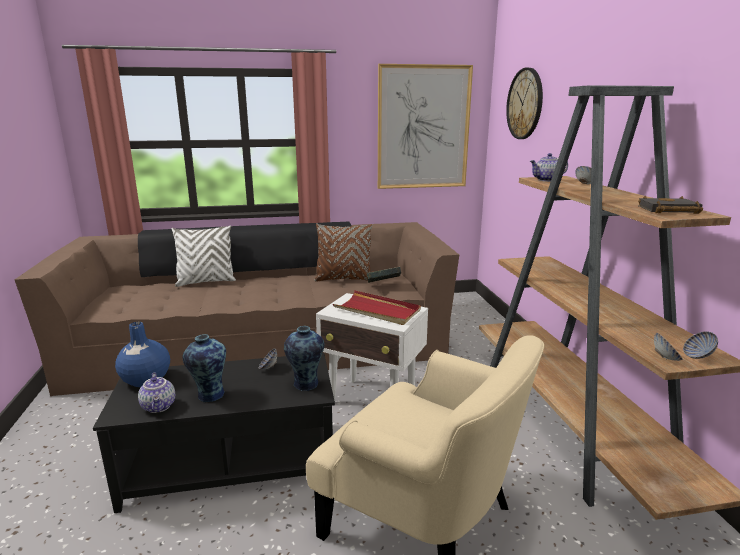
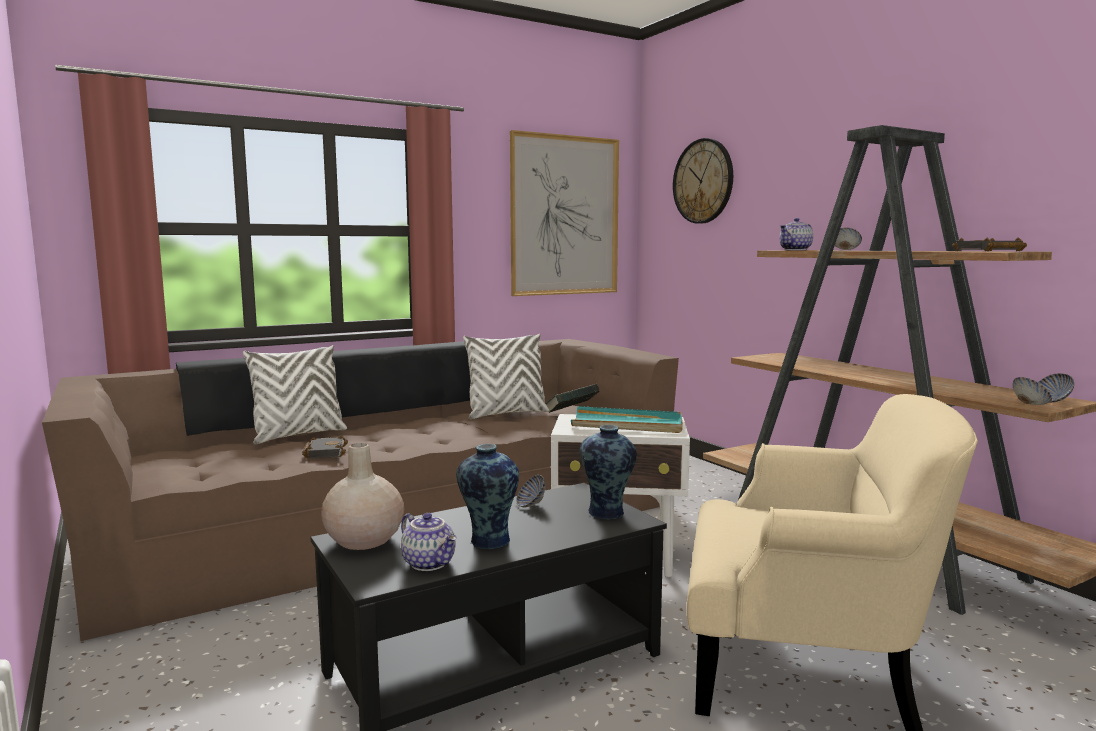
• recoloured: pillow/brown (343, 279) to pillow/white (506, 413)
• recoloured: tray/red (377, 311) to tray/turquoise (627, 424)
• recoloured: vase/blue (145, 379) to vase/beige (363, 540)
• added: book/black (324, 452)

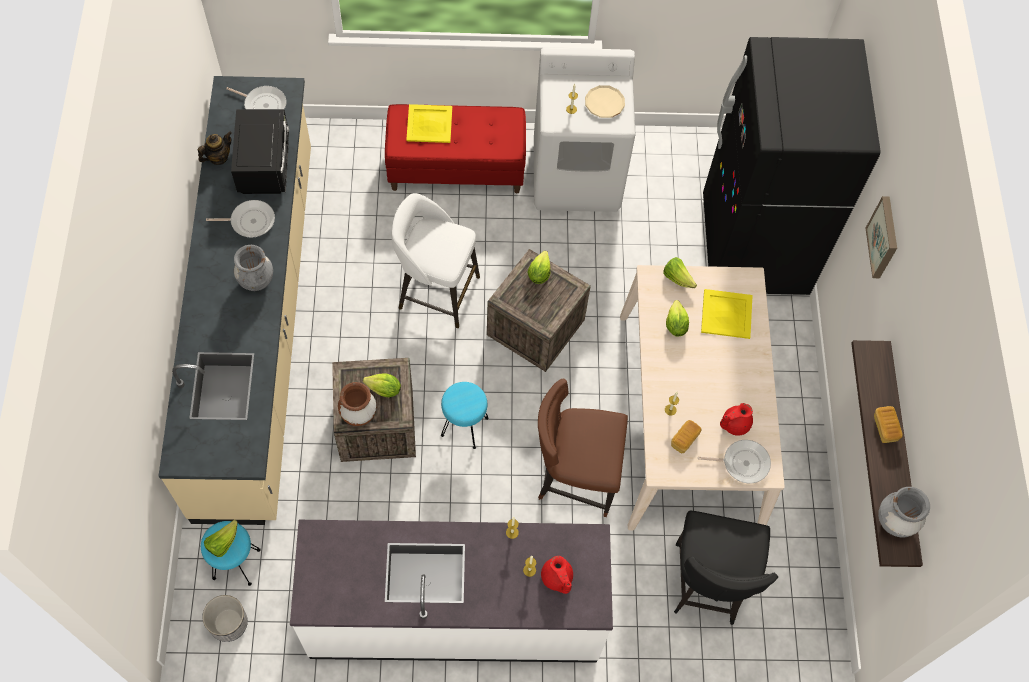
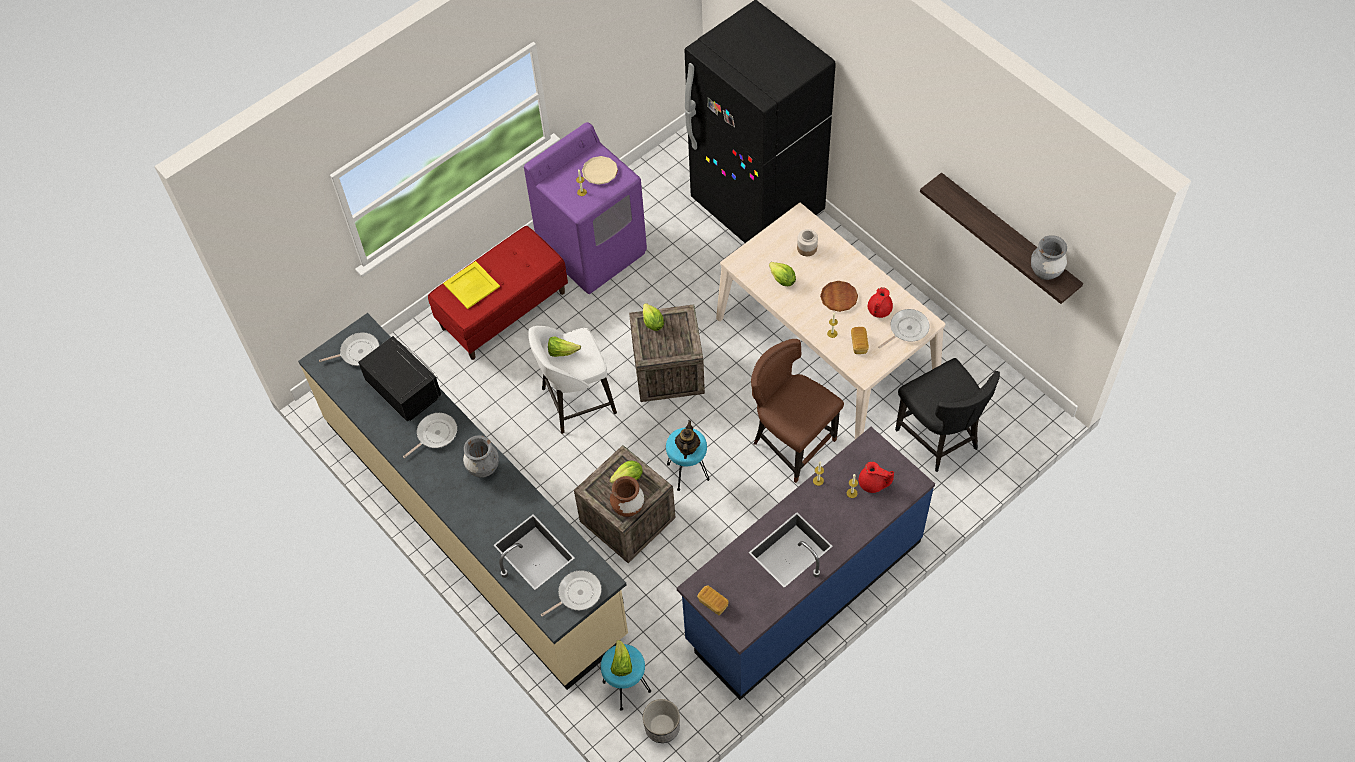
• recoloured: washing machine/white (577, 175) to washing machine/purple (593, 250)
• moved: teapot (218, 157) to (687, 448)
• removed: picture (884, 237)
• moved: lettuce (677, 278) to (562, 352)
• replaced: tray/yellow (727, 314) to jar (807, 248)
• turned: chair/brown (575, 477) = (791, 443) 75 degrees clockwise
• moved: bread (885, 428) to (713, 603)
• recoloured: counter/white (455, 613) to counter/blue (803, 590)
• added: plate/brown (839, 298)
• added: frying pan (577, 594)

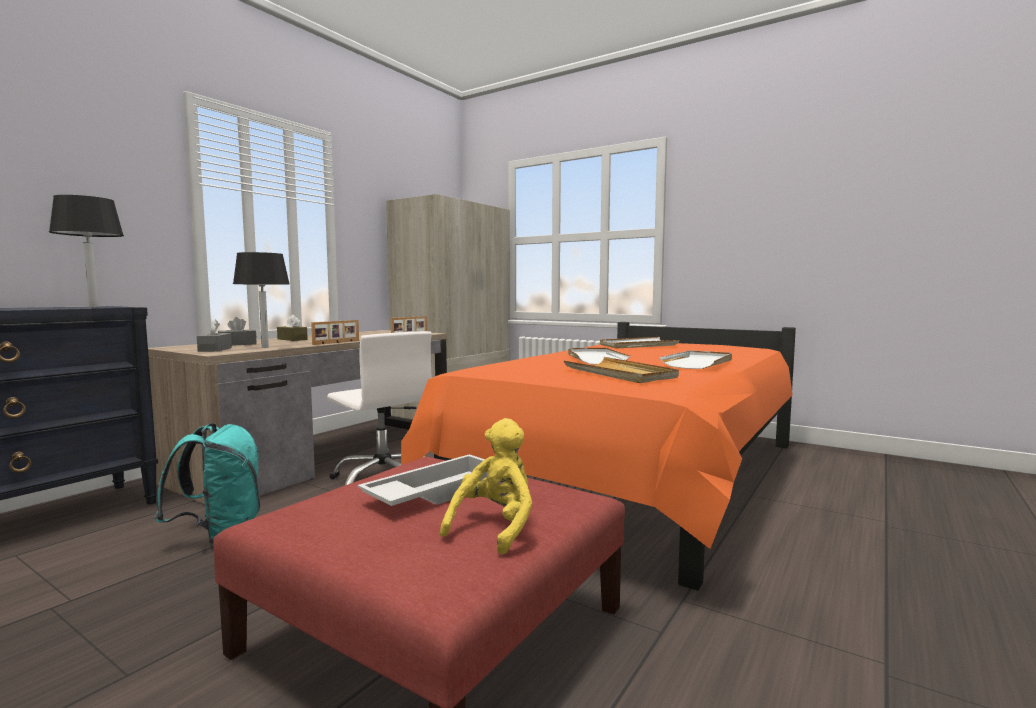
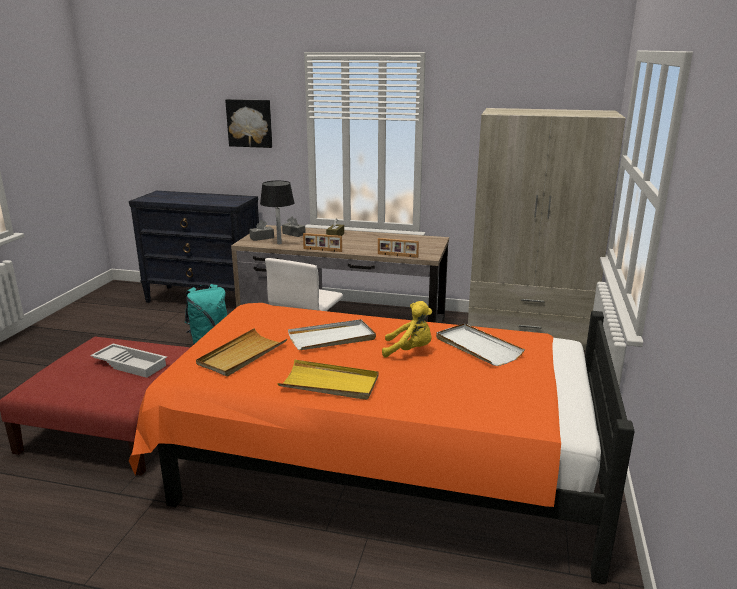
• removed: table lamp/black (93, 307)
• recoloured: tray/white (699, 363) to tray/yellow (330, 383)
• moved: plush toy/yellow (495, 527) to (409, 350)
• added: picture (250, 123)

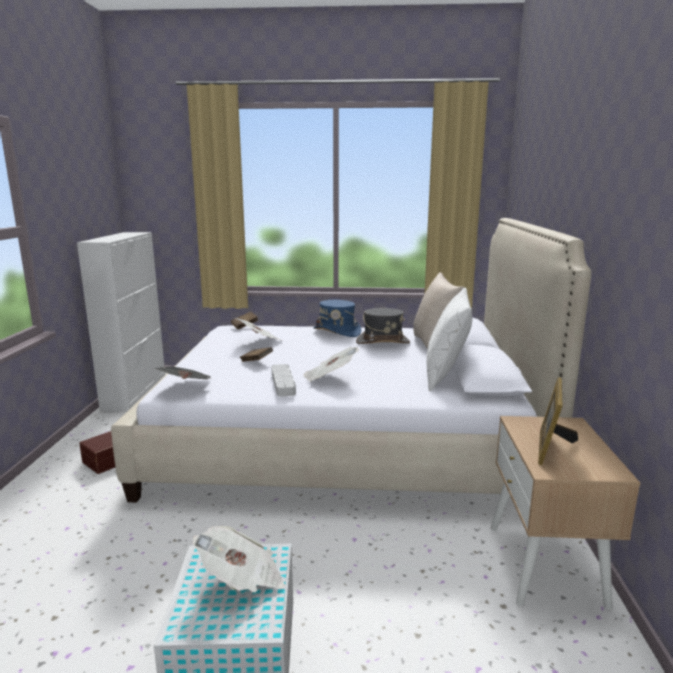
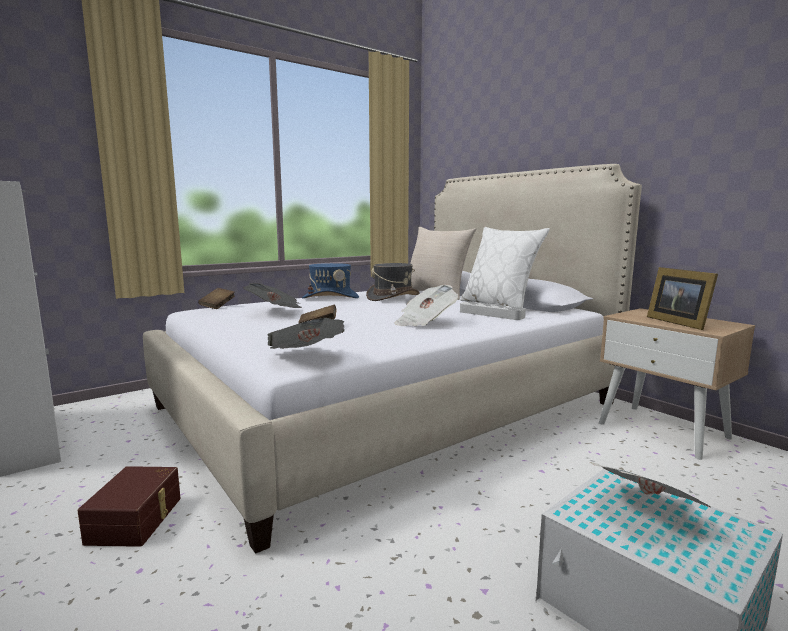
• moved: tray/grey (283, 383) to (491, 314)

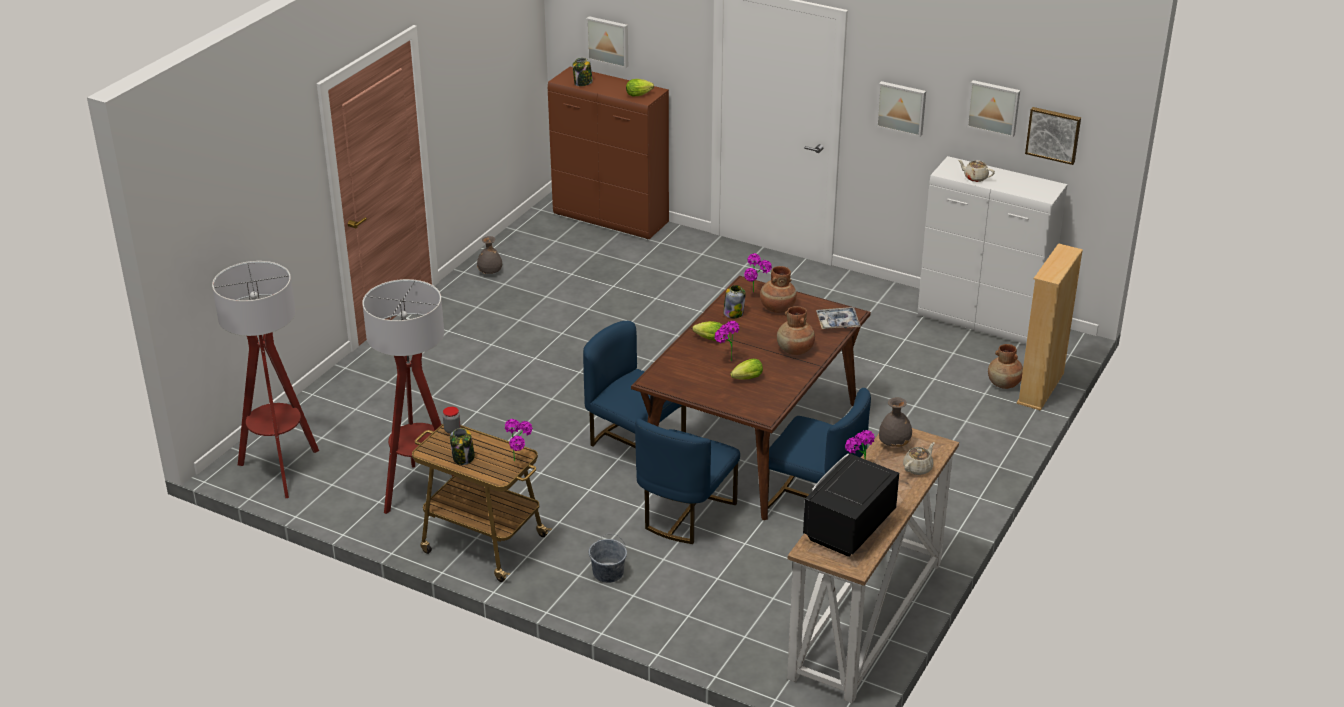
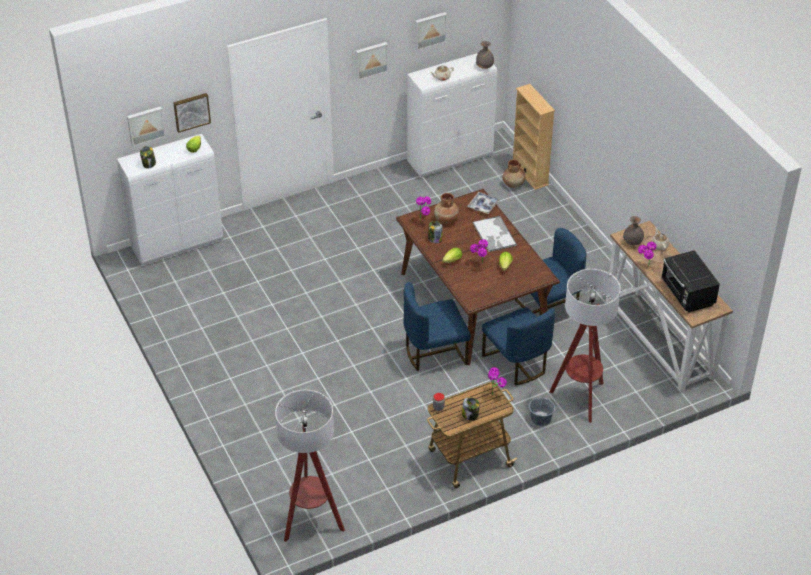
• recoloured: cabinet/brown (611, 220) to cabinet/white (178, 244)
• moved: picture (1053, 134) to (191, 111)
• moved: vase/grey (490, 273) to (484, 67)
• moved: floor lamp (421, 491) to (580, 398)
• replaced: vase/brown (795, 350) to tray (494, 235)

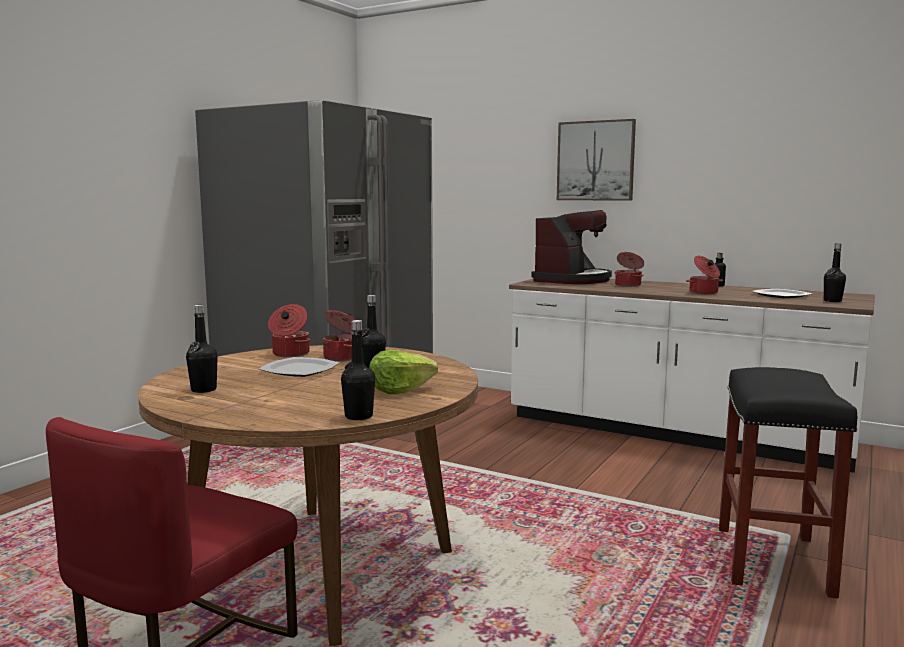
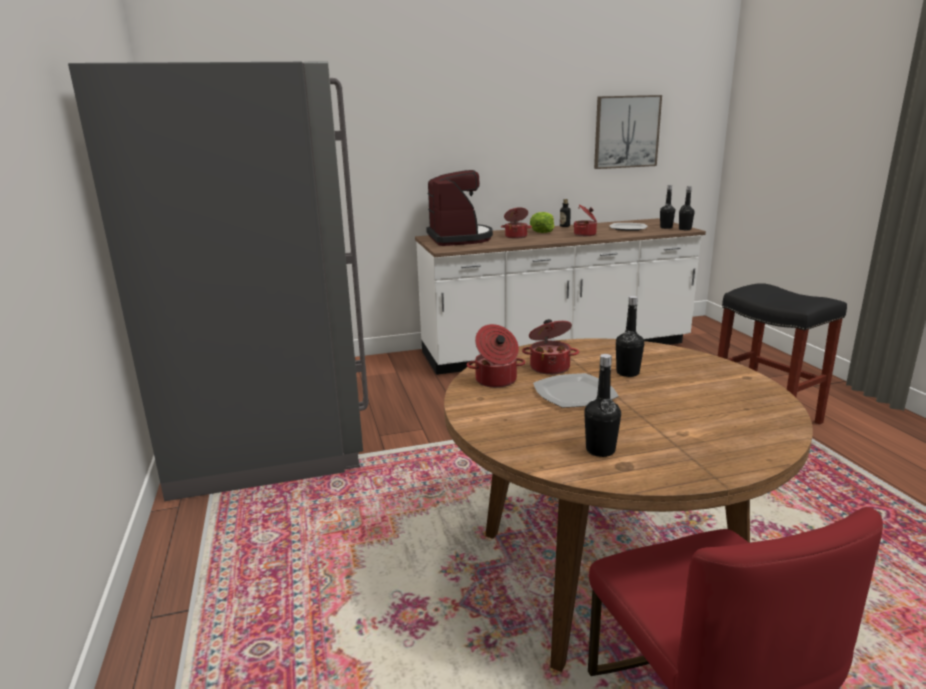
• moved: picture (595, 161) to (626, 132)
• moved: bottle/black (359, 416) to (685, 229)
• moved: lettuce (400, 390) to (542, 231)

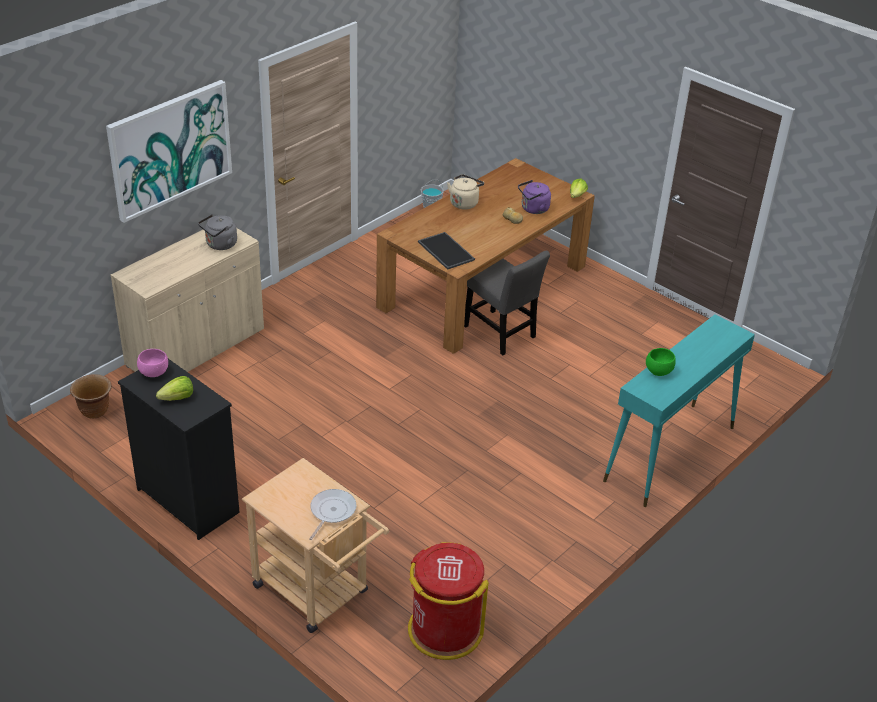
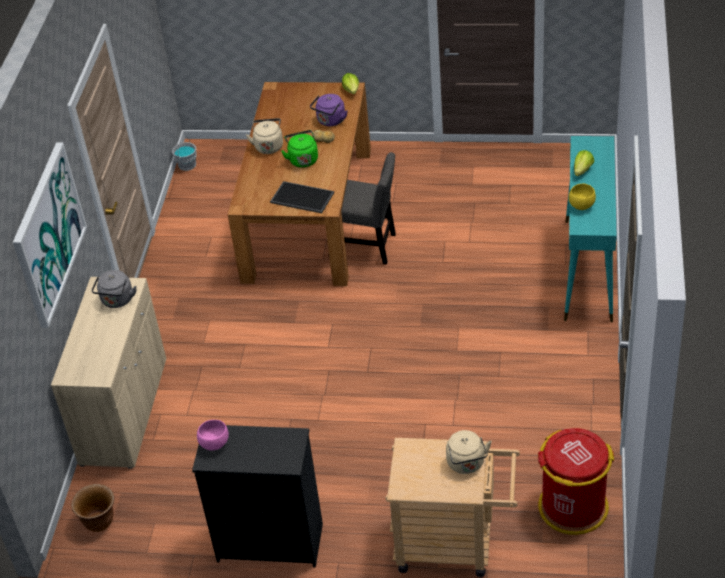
• recoloured: bowl/green (658, 371) to bowl/yellow (581, 206)
• moved: lettuce (178, 398) to (582, 170)
• replaced: frying pan (331, 511) to kettle/beige (467, 464)
• added: kettle/green (302, 159)

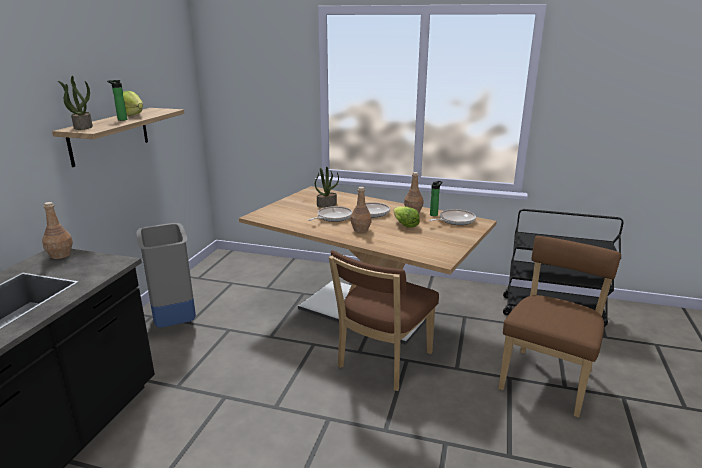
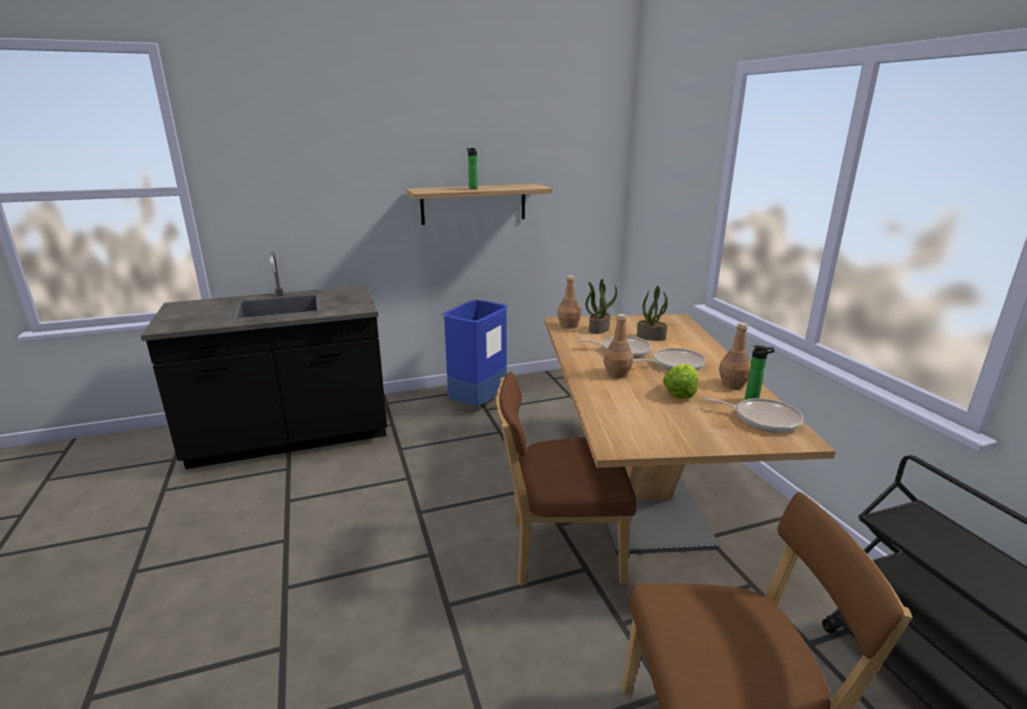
• moved: potted plant (82, 127) to (598, 329)
• removed: lettuce (132, 115)
• moved: bottle/brown (61, 255) to (568, 325)
• recoloured: trash can/grey (175, 322) to trash can/blue (478, 403)

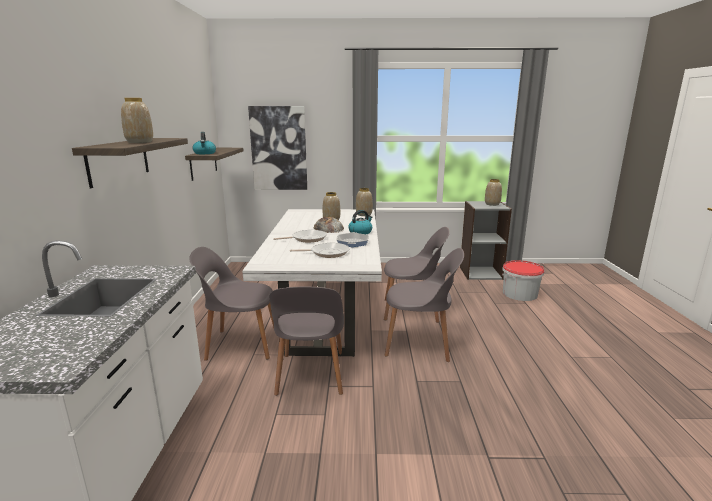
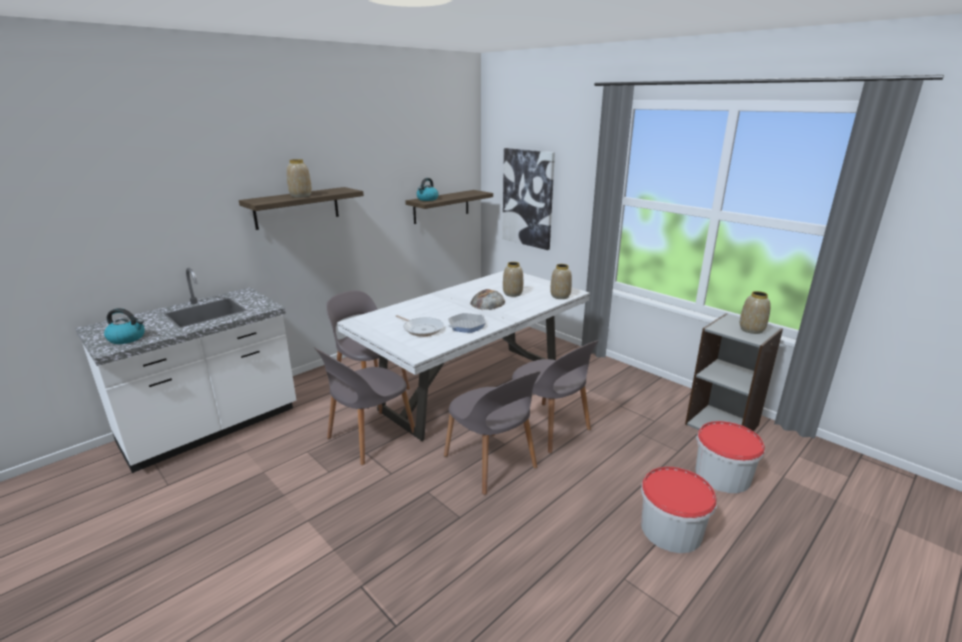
• moved: kettle (360, 232) to (127, 338)
• removed: frying pan (307, 239)
• added: bucket (671, 530)

